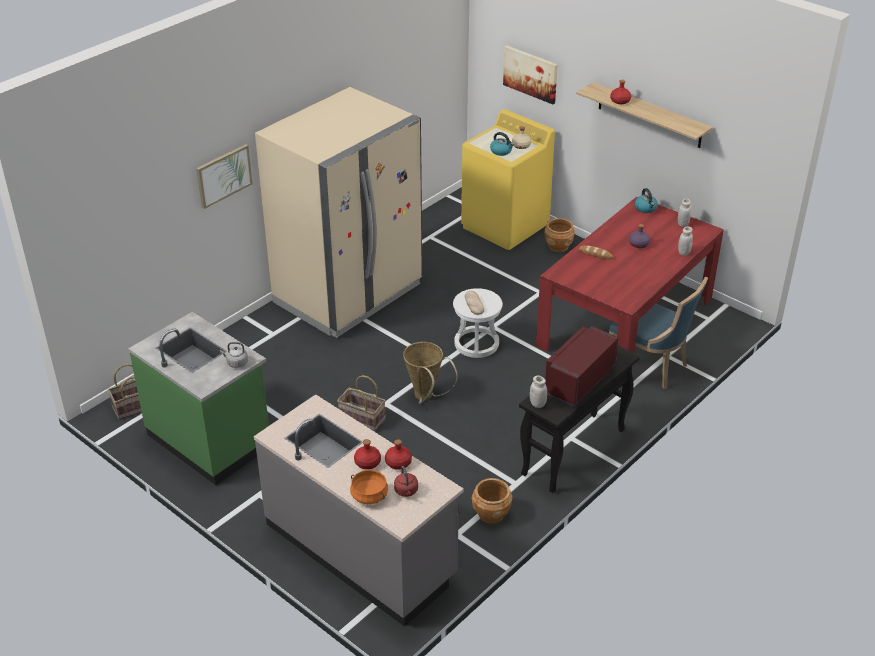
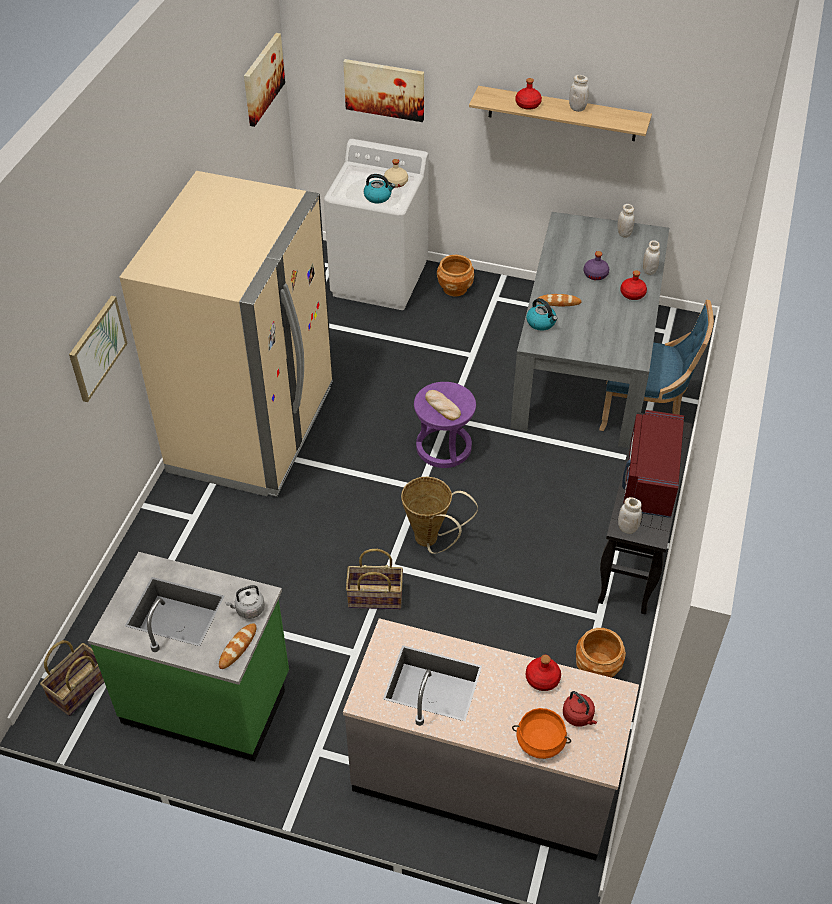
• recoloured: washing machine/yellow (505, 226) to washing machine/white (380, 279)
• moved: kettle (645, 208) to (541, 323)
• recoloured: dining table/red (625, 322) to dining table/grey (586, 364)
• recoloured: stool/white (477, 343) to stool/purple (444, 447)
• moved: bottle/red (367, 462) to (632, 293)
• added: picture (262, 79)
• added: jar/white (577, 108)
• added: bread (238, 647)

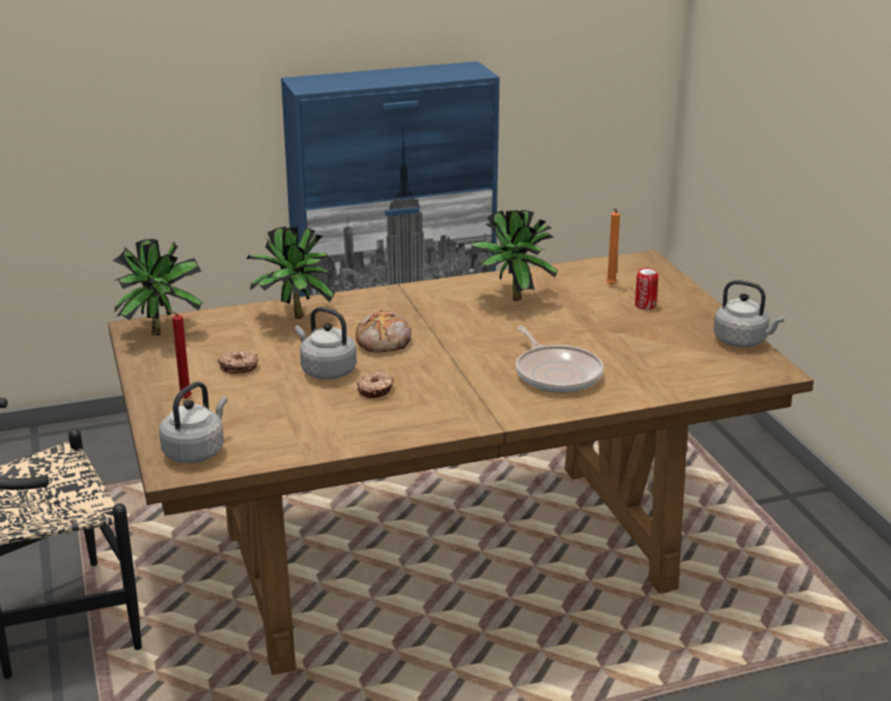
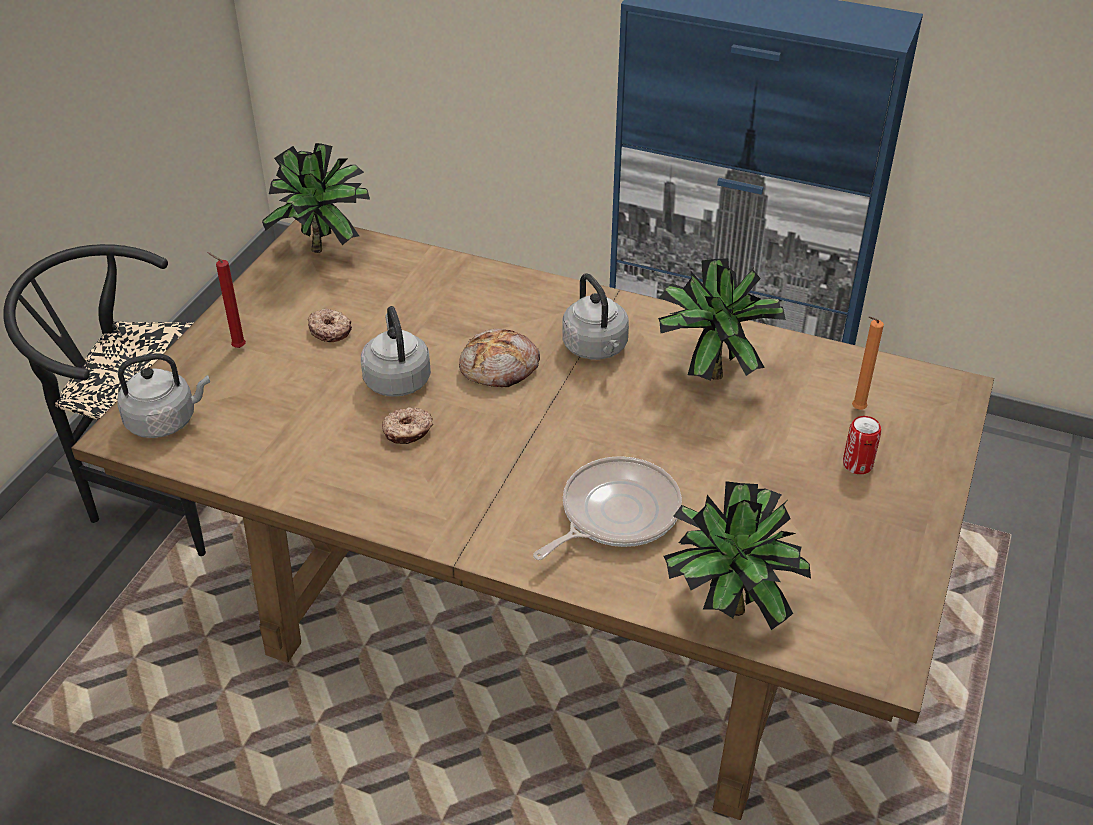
• moved: potted plant (293, 319) to (726, 612)
• moved: kettle/grey (742, 341) to (596, 348)
• turned: frying pan (556, 373) = (615, 514) 150 degrees counterclockwise

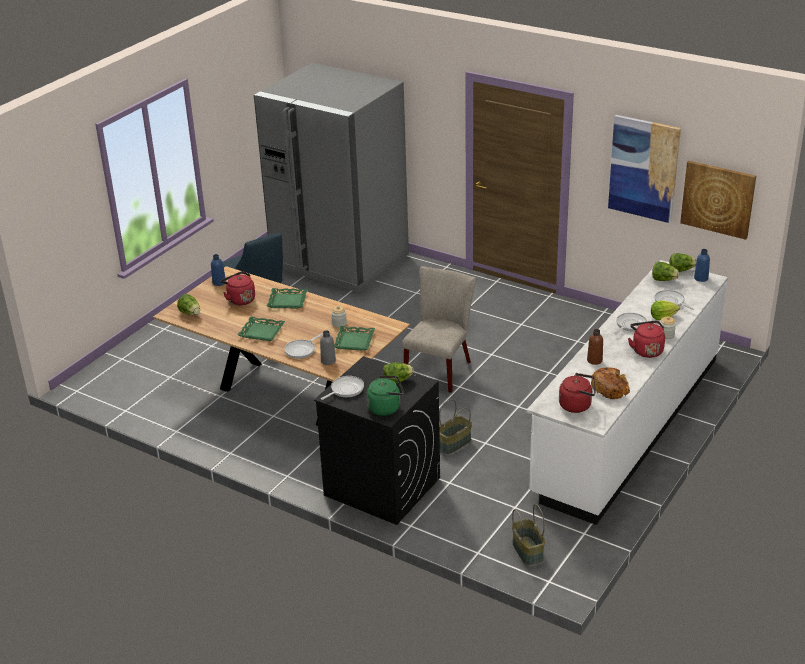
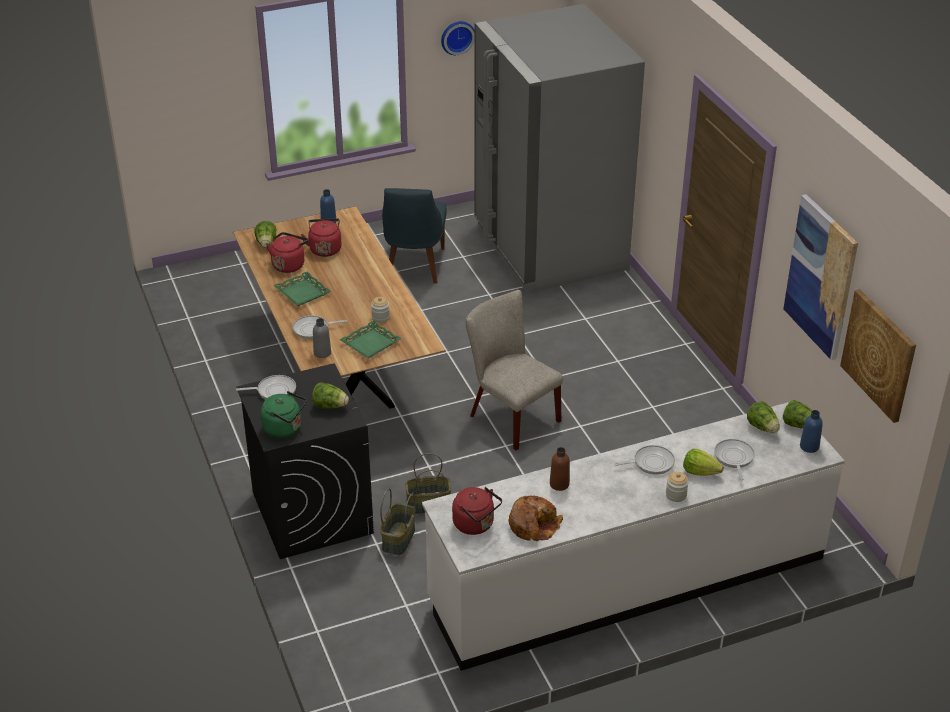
• turned: chair/beige (440, 369) = (509, 416) 105 degrees counterclockwise
• removed: tray/green (287, 301)
• moved: kettle/red (646, 350) to (289, 264)
• moved: basket (528, 551) to (399, 539)
• added: wall clock (457, 36)

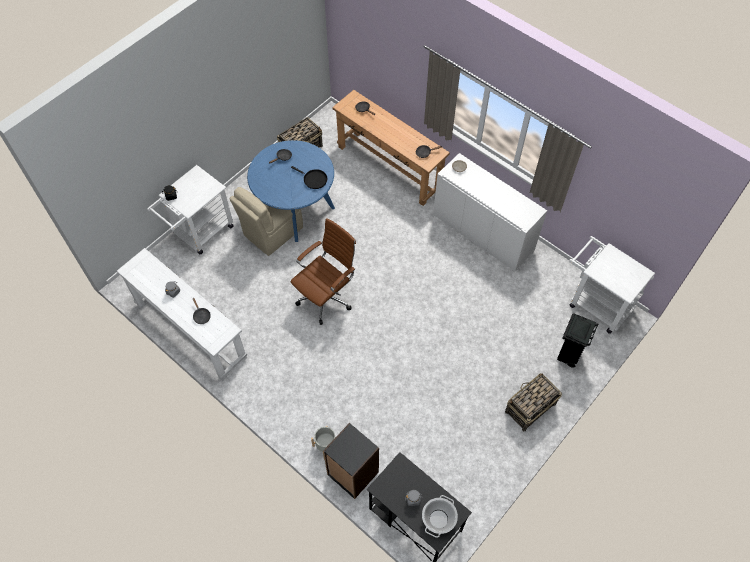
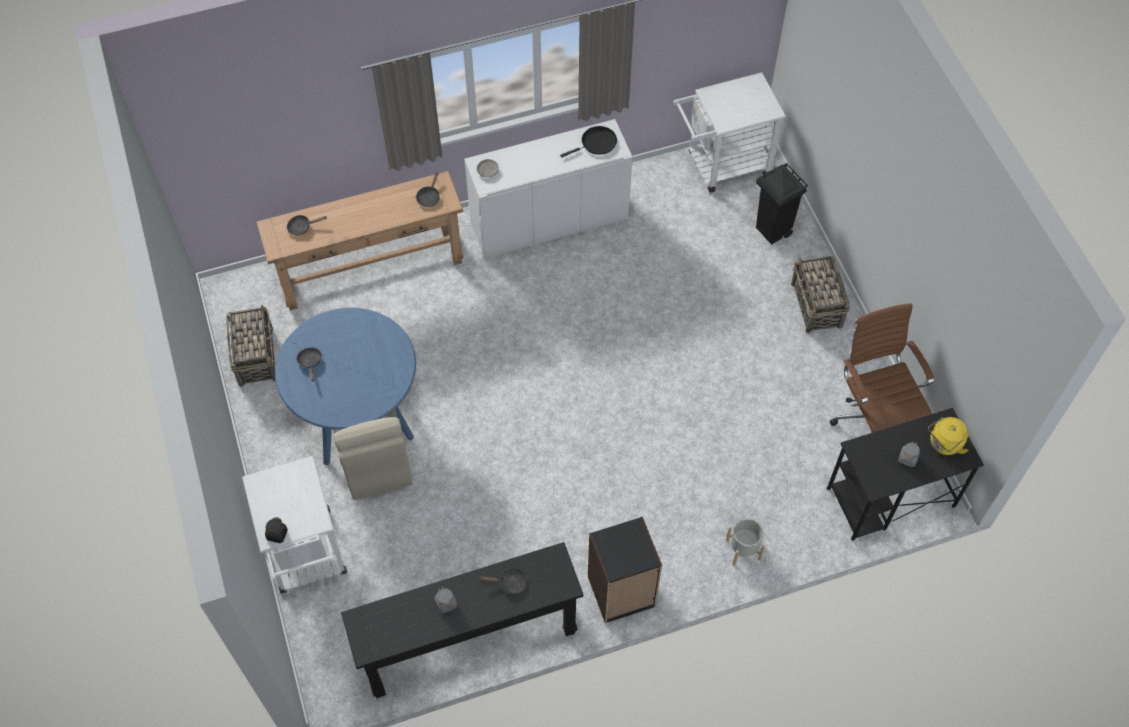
• moved: frying pan/black (313, 179) to (596, 143)
• moved: office chair/brown (327, 297) to (872, 419)
• recoloured: console table/white (191, 331) to console table/black (469, 641)
• moved: bookcase/black (352, 473) to (621, 592)
• replaced: cooking pot (438, 518) to kettle/yellow (944, 444)

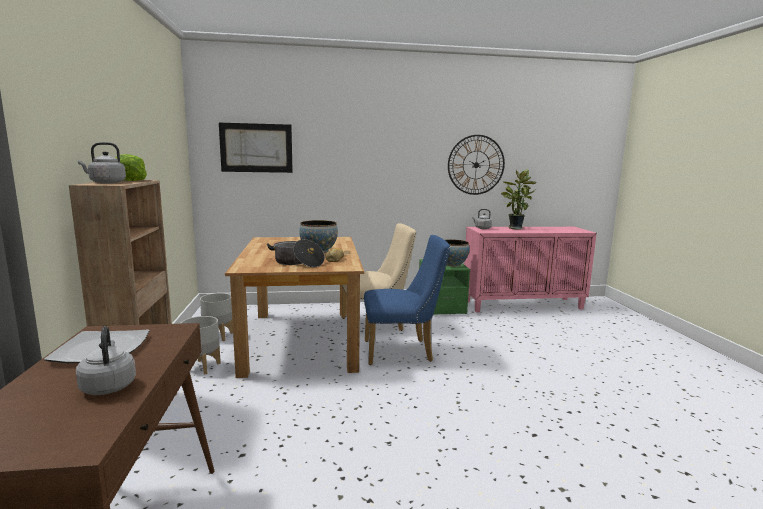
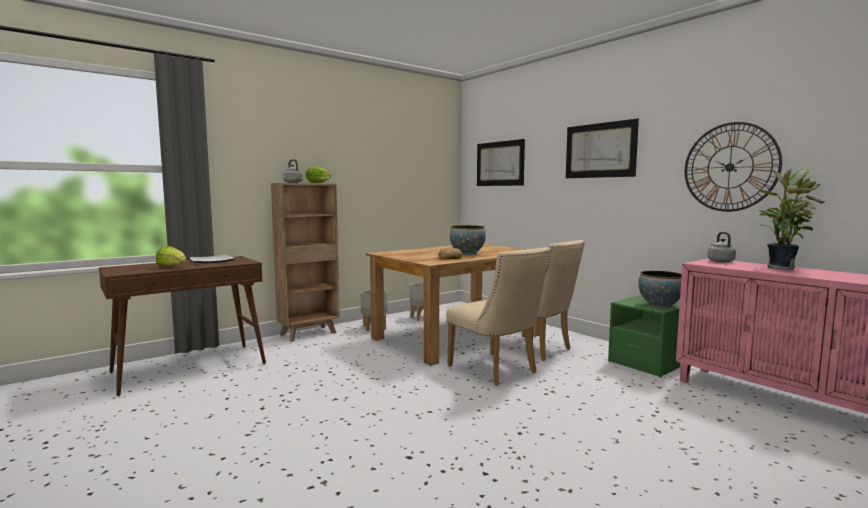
• recoloured: chair/blue (403, 351) to chair/beige (496, 371)
• removed: cooking pot (297, 263)
• replaced: kettle/grey (109, 386) to lettuce (172, 267)
• added: picture (600, 150)

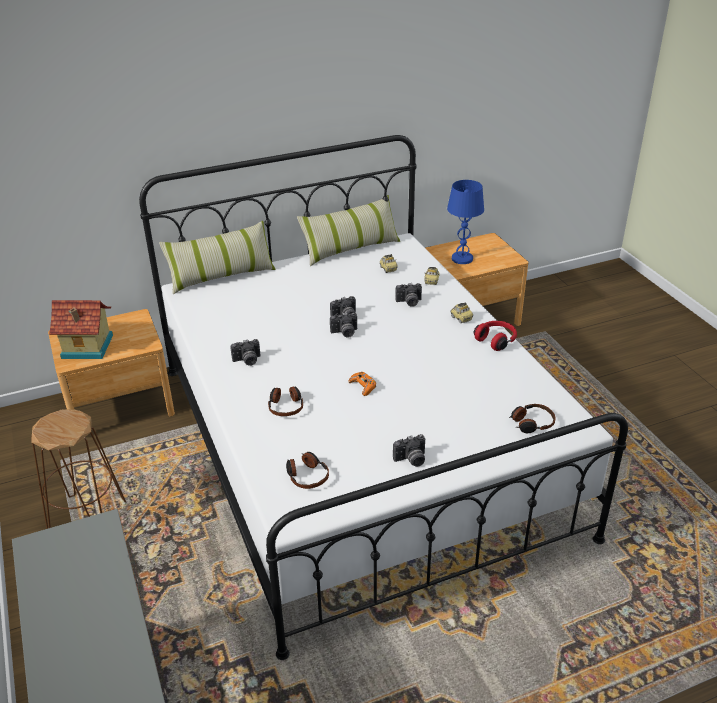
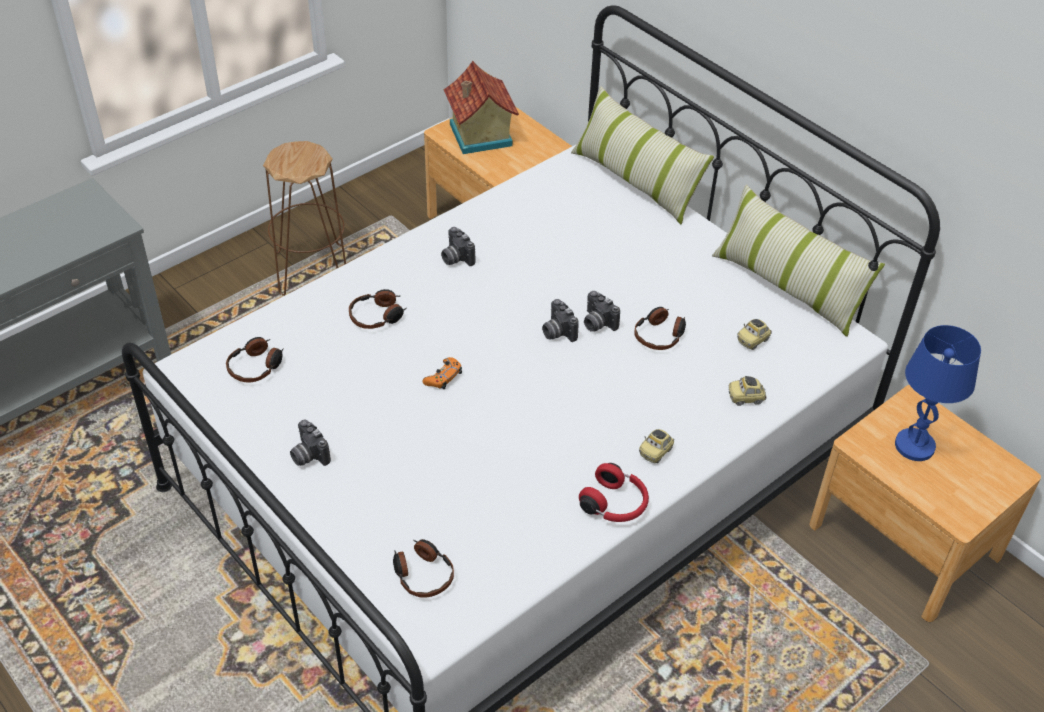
• removed: photo camera (409, 302)
• added: headphones (660, 335)

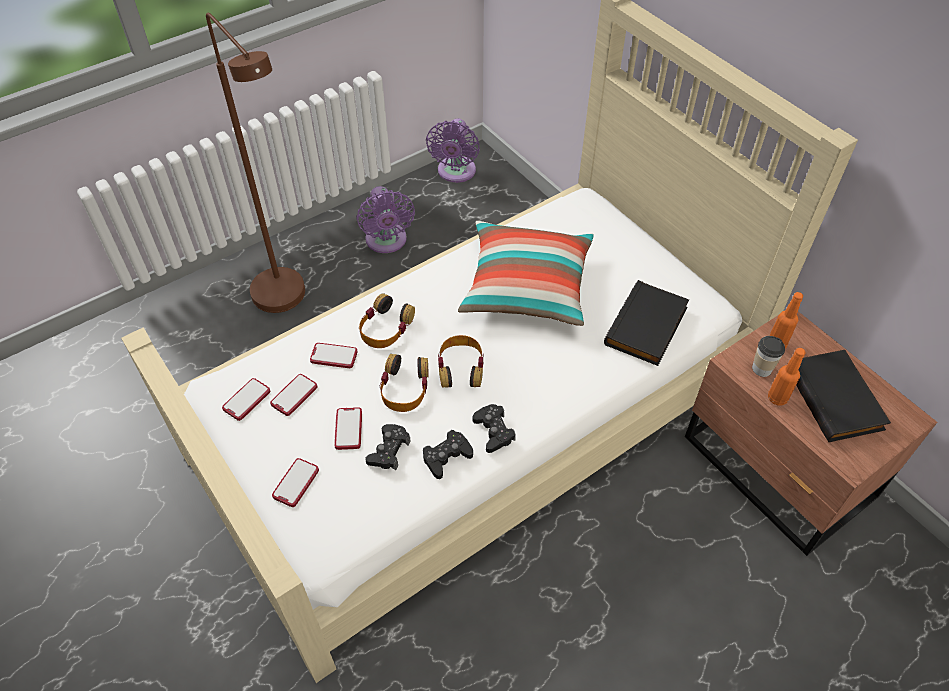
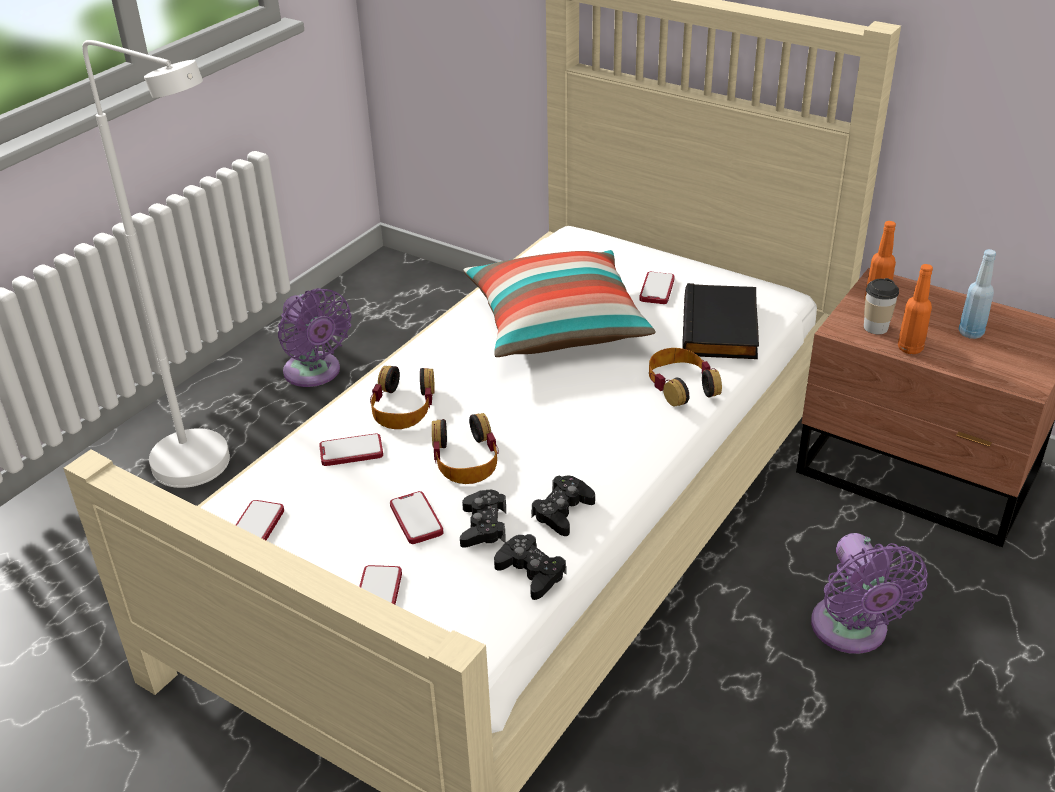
• recoloured: floor lamp/brown (287, 301) to floor lamp/white (209, 469)
• moved: fan/purple (455, 173) to (852, 632)
• moved: headphones (461, 367) to (681, 385)
• replaced: book/black (836, 399) to bottle/blue (971, 333)
• moved: phone (294, 395) to (657, 289)
• moved: game controller/black (493, 431) to (531, 572)

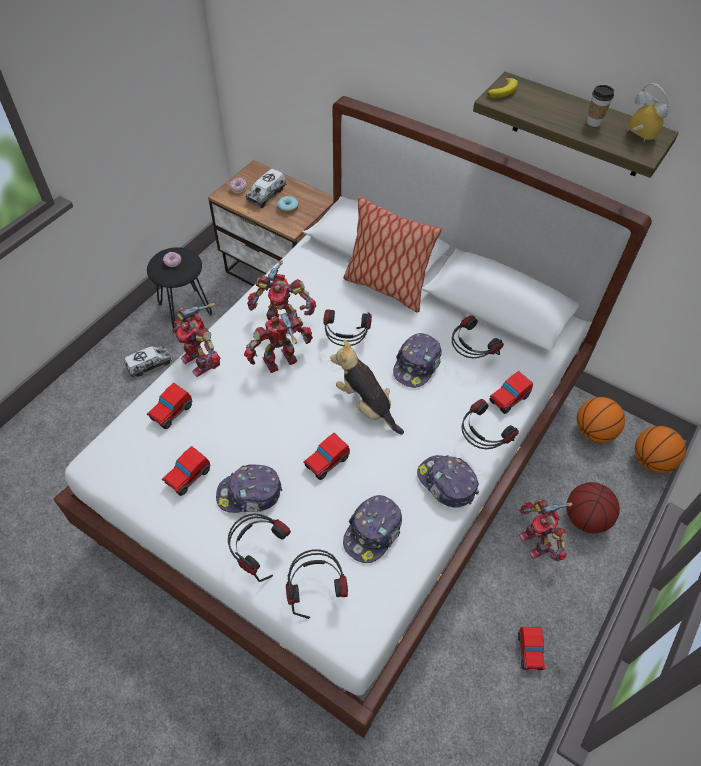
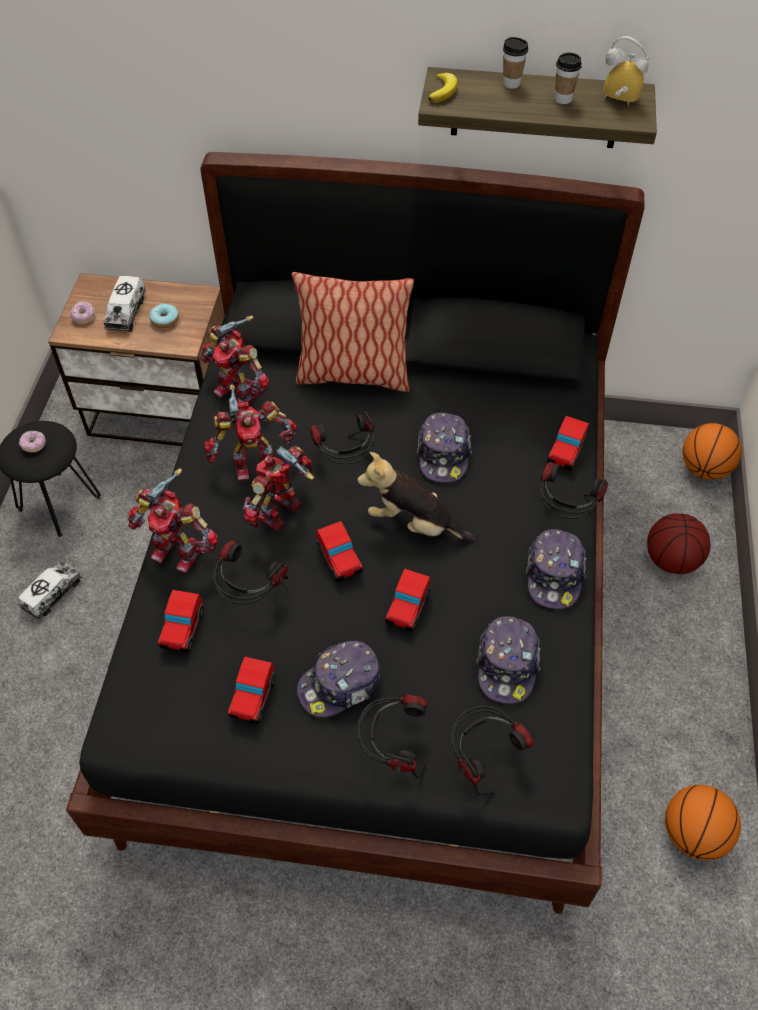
• recoloured: bed/white (350, 462) to bed/black (380, 609)
• moved: headphones (470, 355) to (250, 593)
• moved: basketball (594, 432) to (693, 833)
• turned: cap (446, 483) = (554, 574) 105 degrees counterclockwise
• moved: toy robot (536, 542) to (238, 392)
• moved: toy car (529, 651) to (339, 560)
• added: cup (511, 83)

